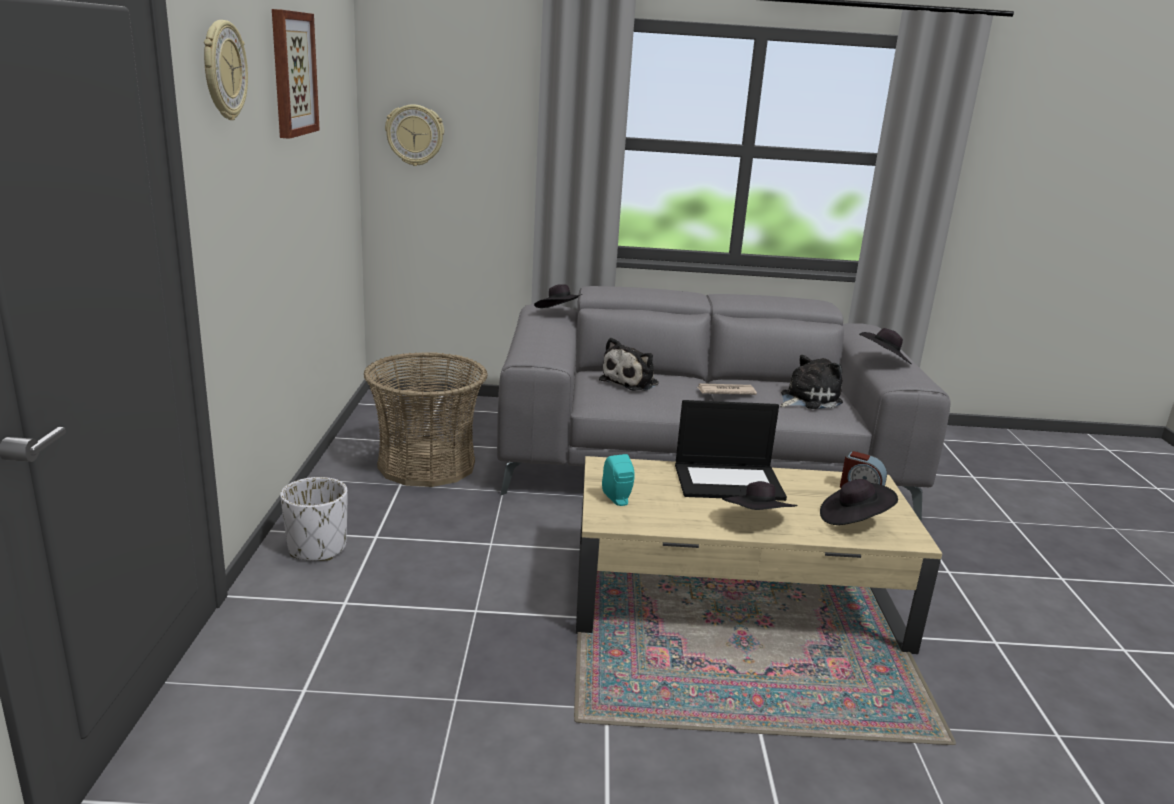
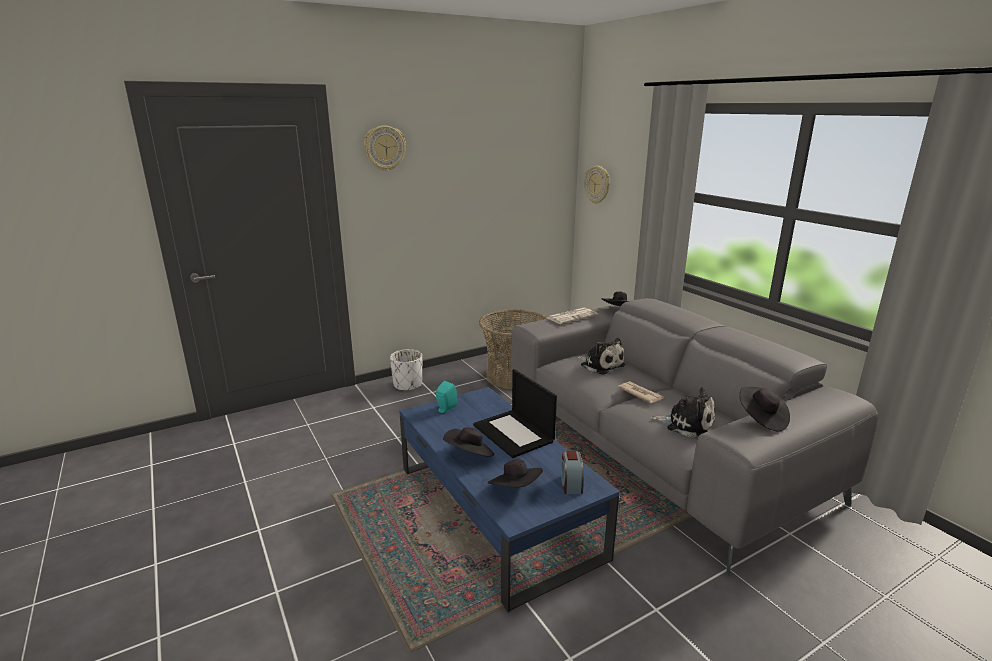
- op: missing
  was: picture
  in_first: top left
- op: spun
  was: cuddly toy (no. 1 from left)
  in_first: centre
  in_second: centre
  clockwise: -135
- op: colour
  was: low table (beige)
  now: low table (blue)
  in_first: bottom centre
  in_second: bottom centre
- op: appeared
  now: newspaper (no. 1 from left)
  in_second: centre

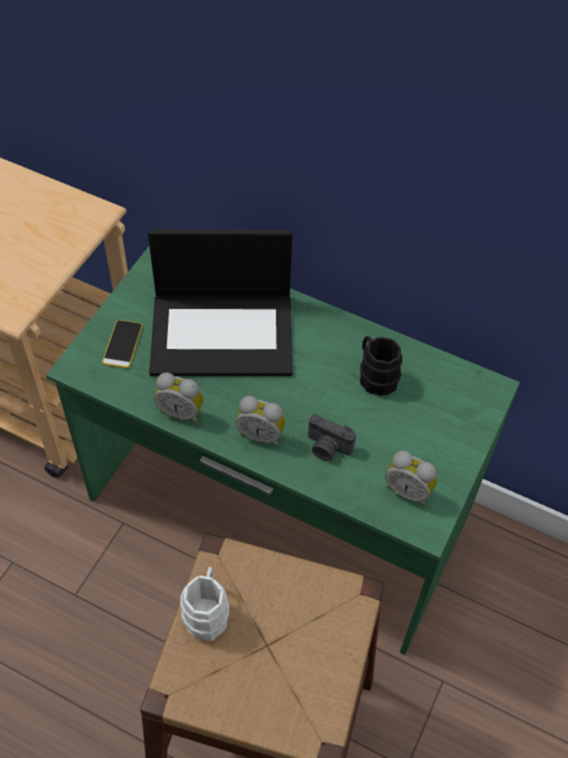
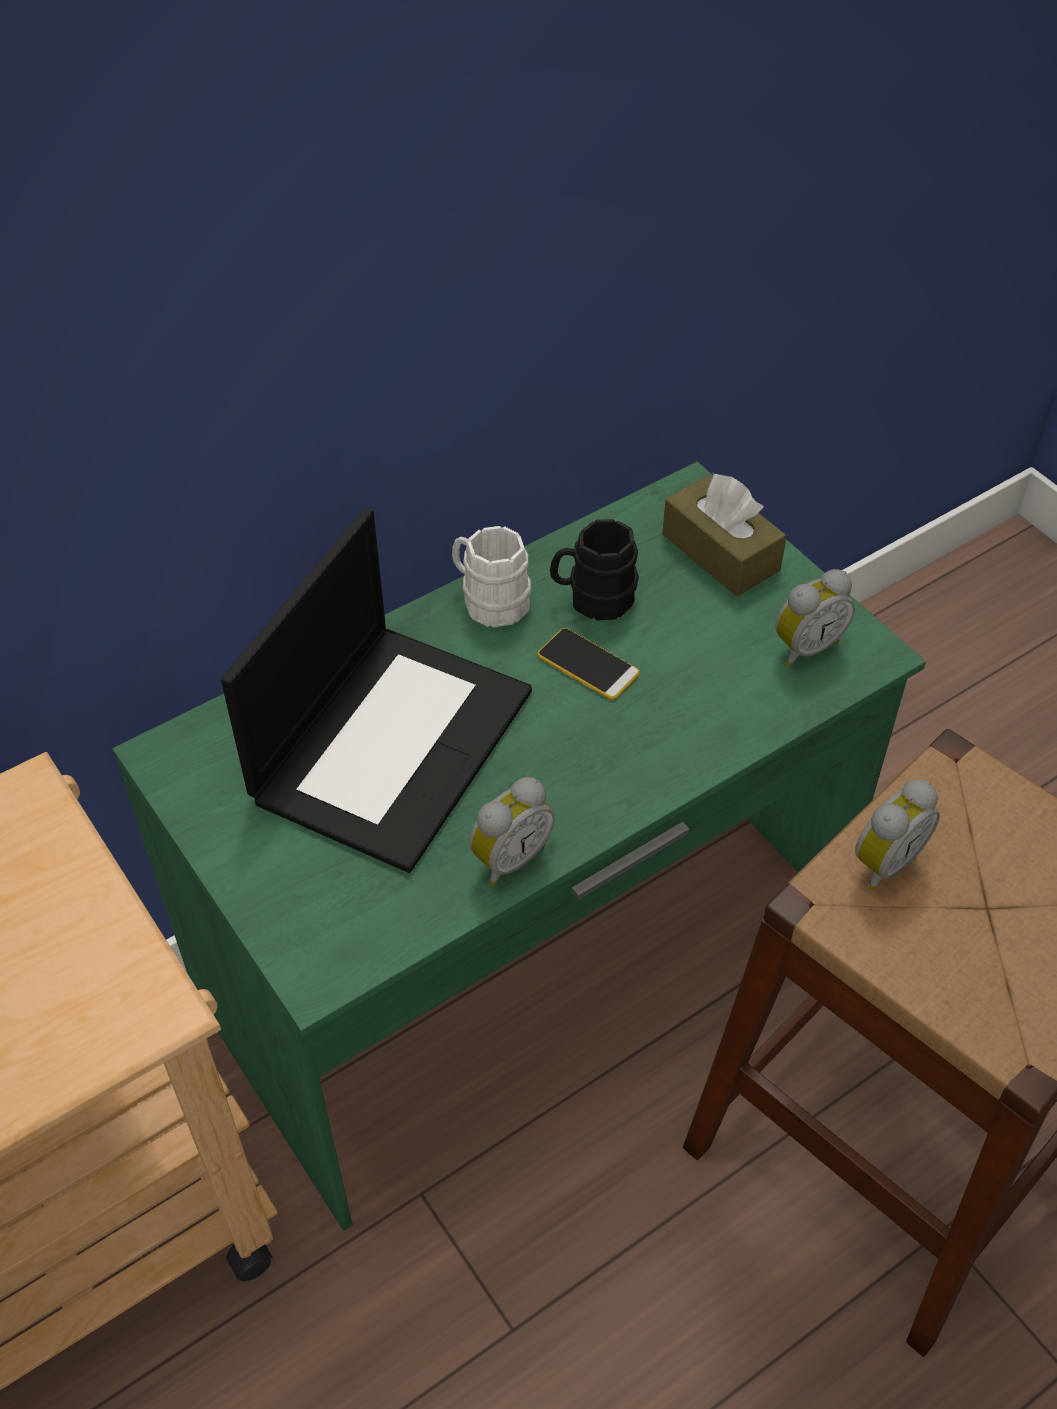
- op: relocated
  was: telephone
  in_first: middle left
  in_second: centre
- op: relocated
  was: table clock (no. 2 from left in the first image)
  now: table clock (no. 3 from left)
  in_first: centre
  in_second: middle right
- op: missing
  was: still camera
  in_first: centre
- op: relocated
  was: coffee mug (white-coloured)
  in_first: bottom centre
  in_second: centre
- op: appeared
  now: box of tissues (brown-coloured)
  in_second: middle right

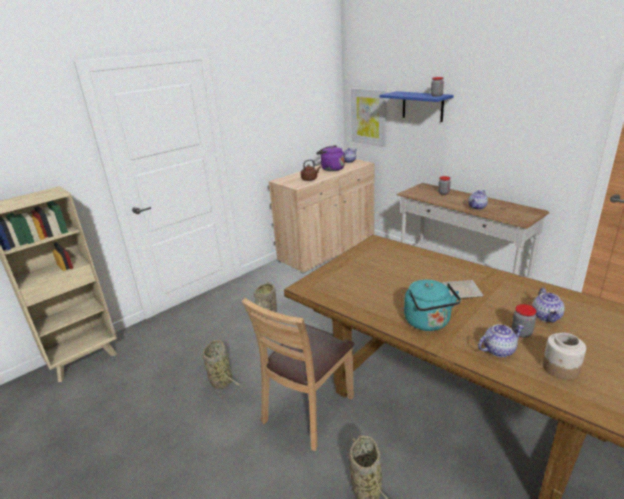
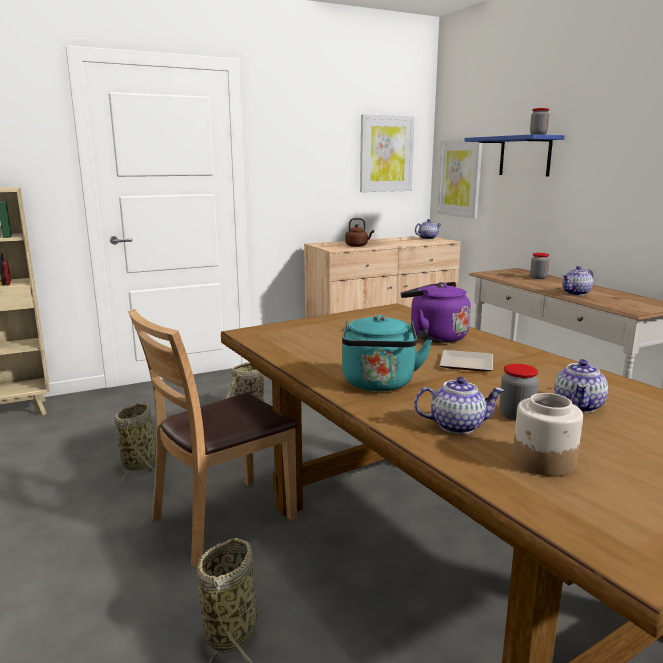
- op: relocated
  was: tea kettle (purplish)
  in_first: top centre
  in_second: centre
- op: appeared
  now: picture (no. 1 from left)
  in_second: top centre

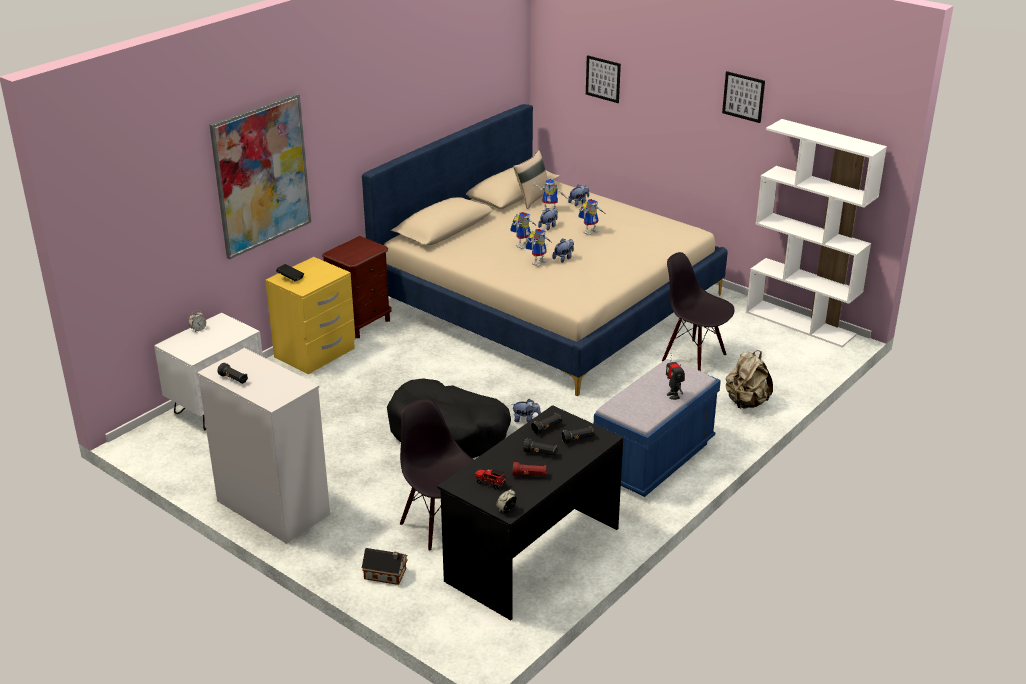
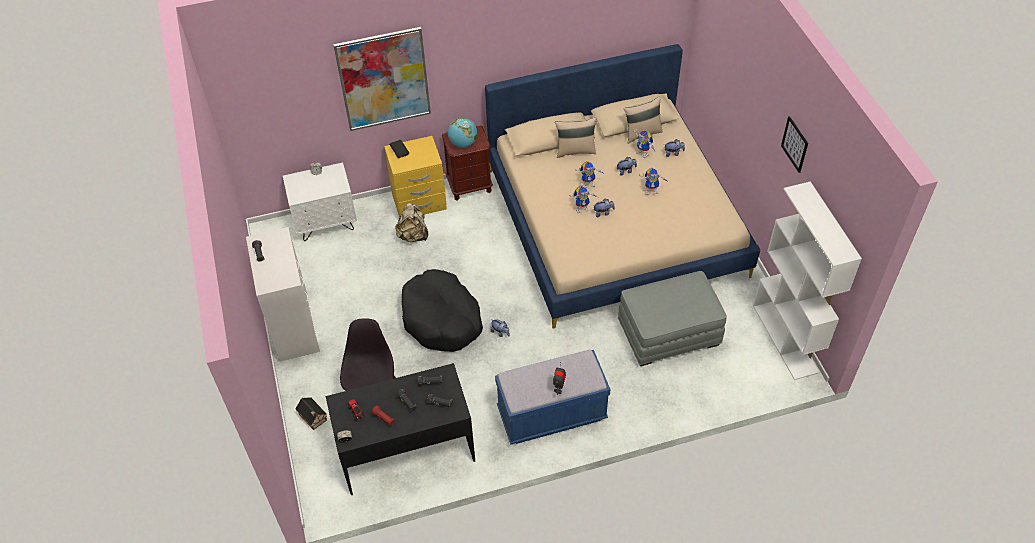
- op: missing
  was: picture (no. 2 from left)
  in_first: top centre
- op: exchanged
  was: chair (blackish) (no. 2 from left)
  now: pouffe (greyish)
  in_first: middle right
  in_second: centre
- op: relocated
  was: backpack (beige)
  in_first: middle right
  in_second: centre
- op: appeared
  now: cushion (beige) (no. 1 from left)
  in_second: top centre
- op: appeared
  now: globe
  in_second: top centre

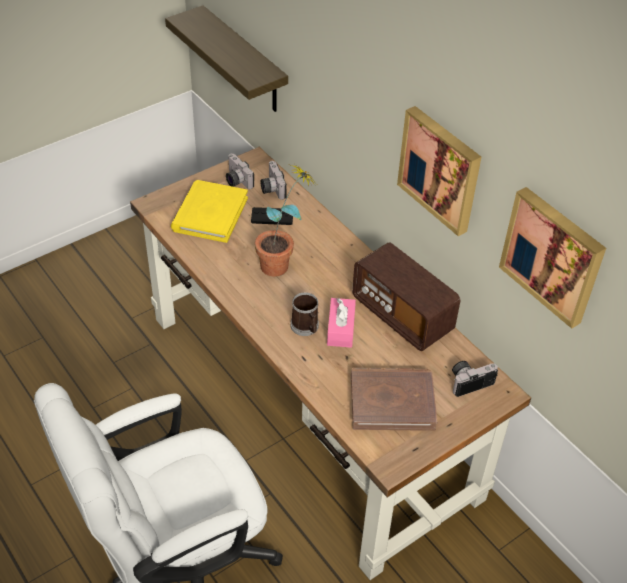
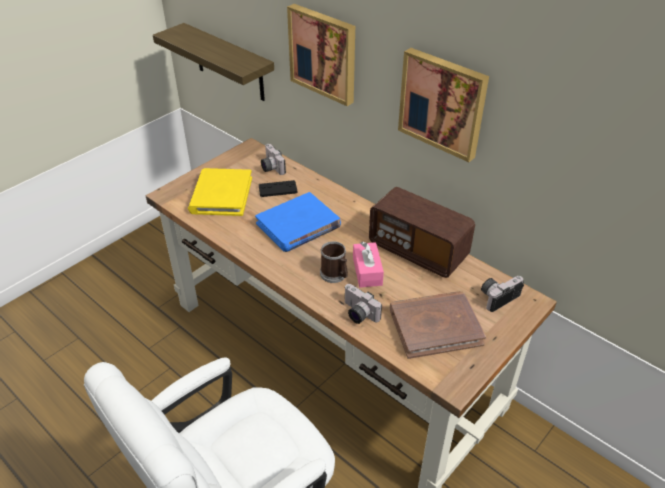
- op: relocated
  was: still camera (no. 1 from left in the first image)
  now: still camera (no. 2 from left)
  in_first: top centre
  in_second: centre
- op: exchanged
  was: plant in a pot
  now: book (blue)
  in_first: centre
  in_second: centre
- op: relocated
  was: picture (no. 2 from left in the first image)
  now: picture (no. 1 from left)
  in_first: middle right
  in_second: top centre

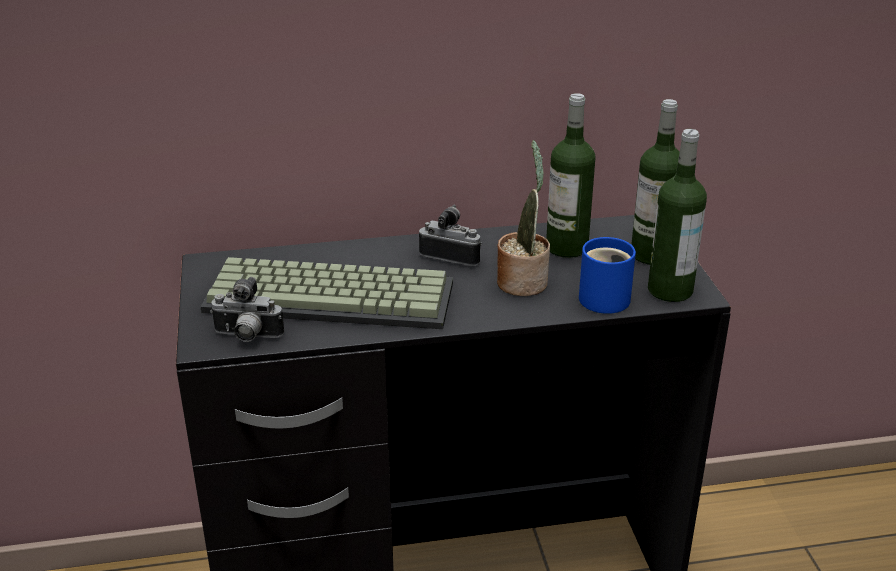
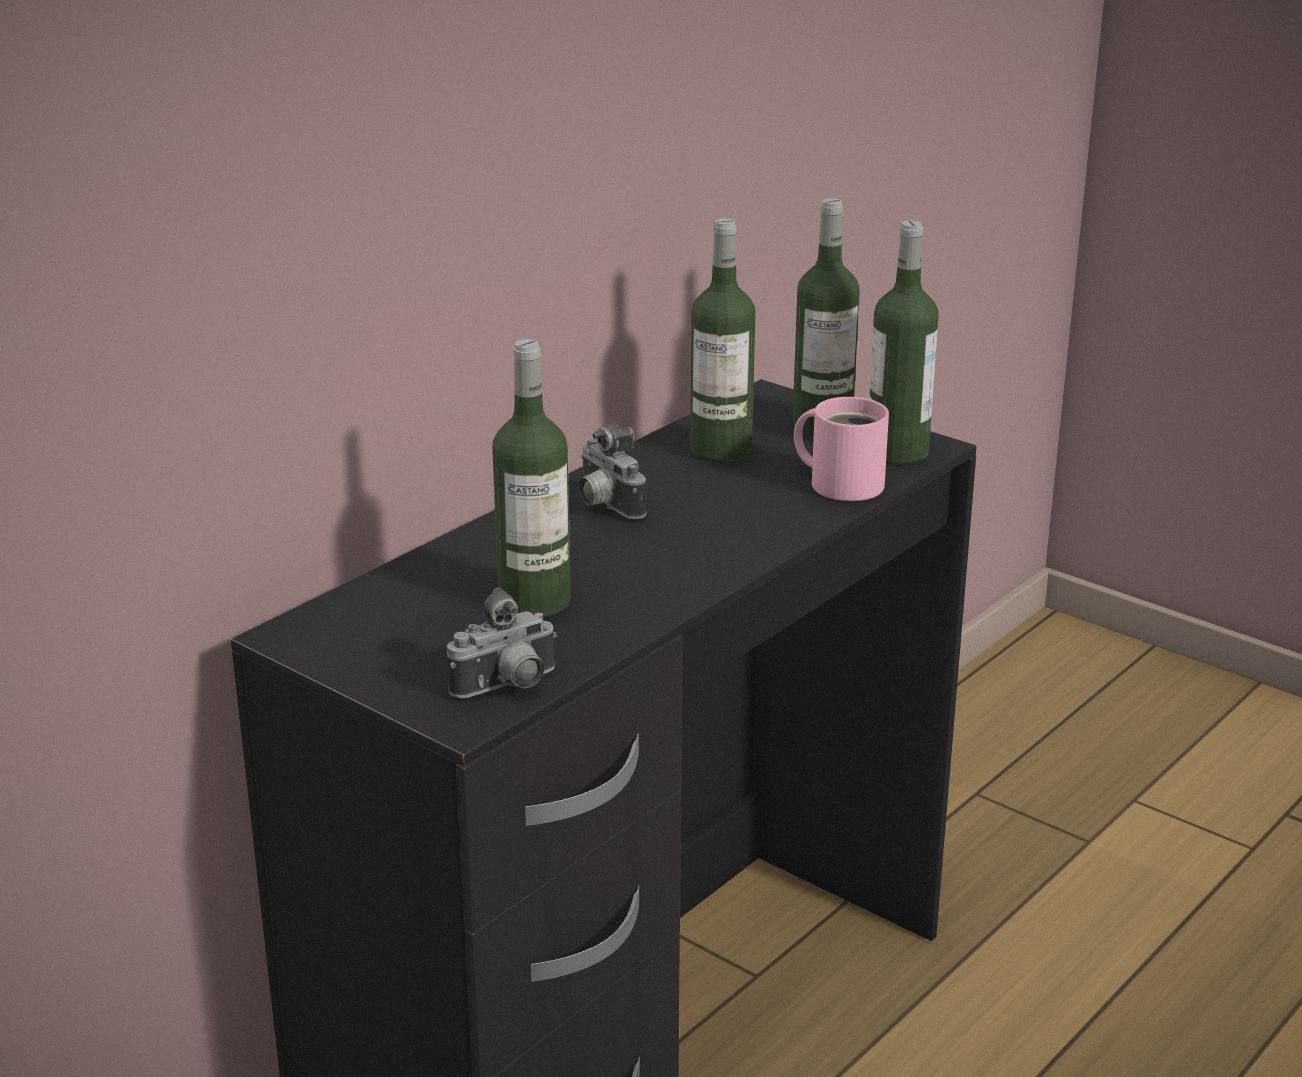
- op: missing
  was: plant in a pot
  in_first: centre
- op: spun
  was: still camera (no. 2 from left)
  in_first: centre
  in_second: centre
  clockwise: -105
- op: colour
  was: coffee mug (blue)
  now: coffee mug (pink-coloured)
  in_first: middle right
  in_second: centre
- op: exchanged
  was: keyboard
  now: drink bottle (no. 1 from left)
  in_first: centre
  in_second: centre

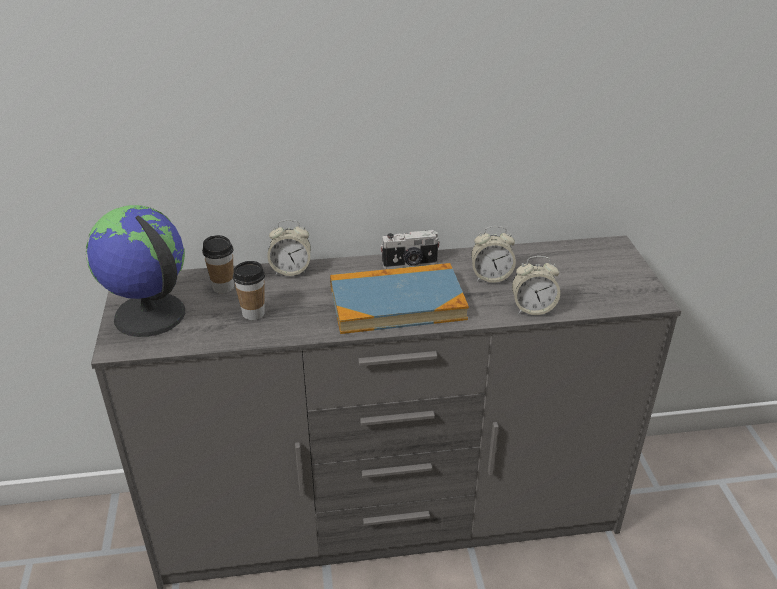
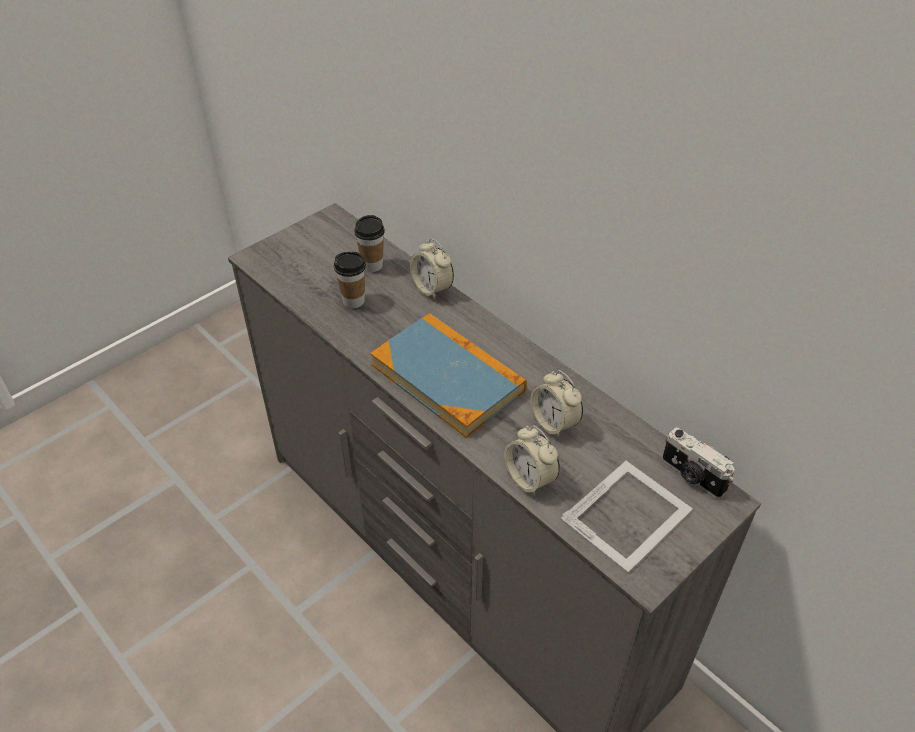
- op: missing
  was: globe
  in_first: middle left
- op: relocated
  was: still camera
  in_first: centre
  in_second: middle right
- op: appeared
  now: photo frame
  in_second: bottom right

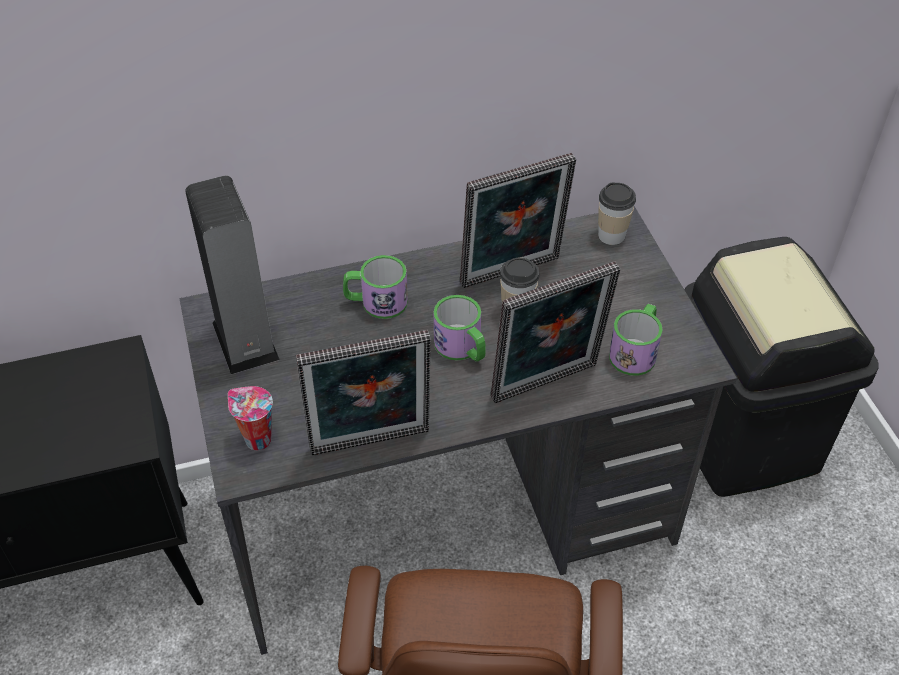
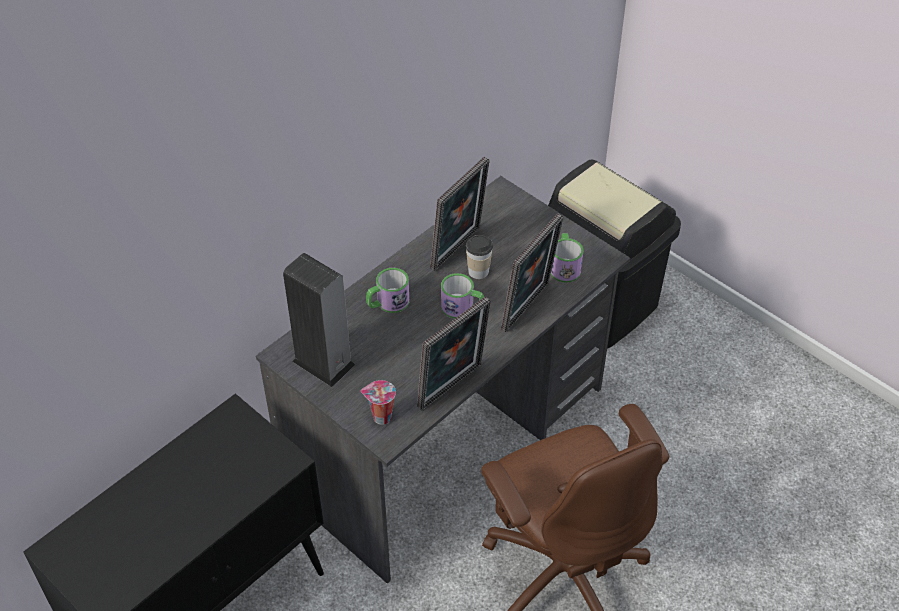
- op: missing
  was: cup (no. 3 from left)
  in_first: top right

